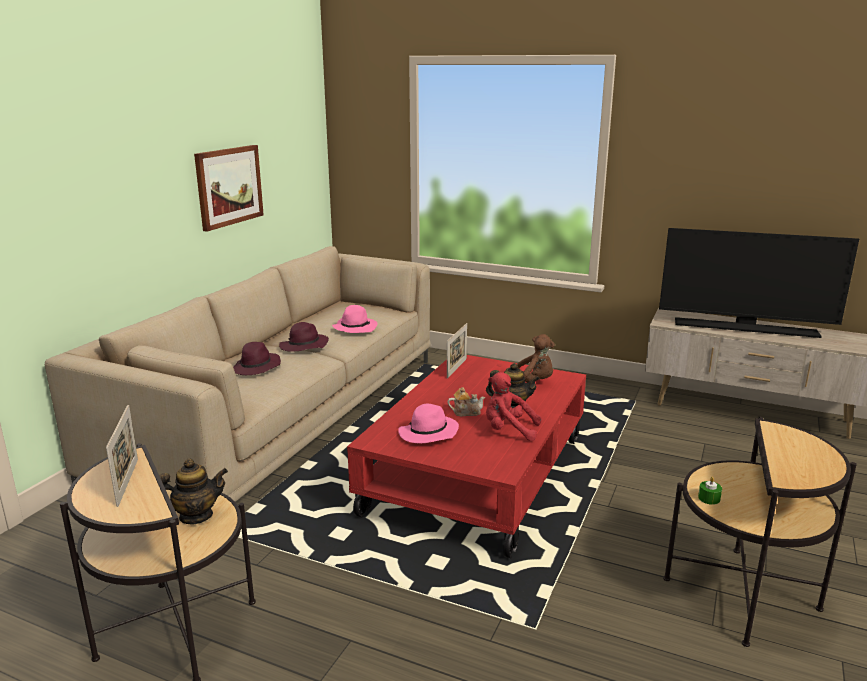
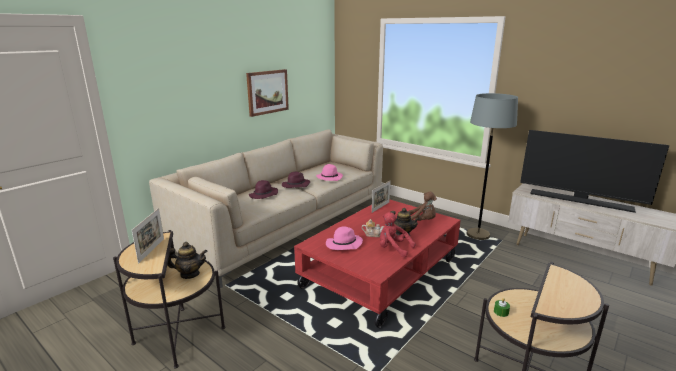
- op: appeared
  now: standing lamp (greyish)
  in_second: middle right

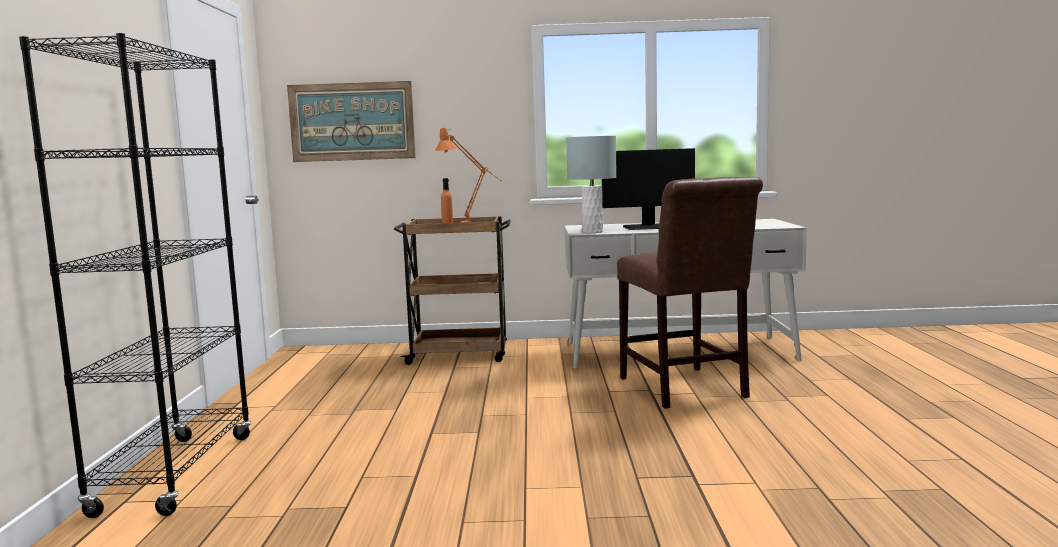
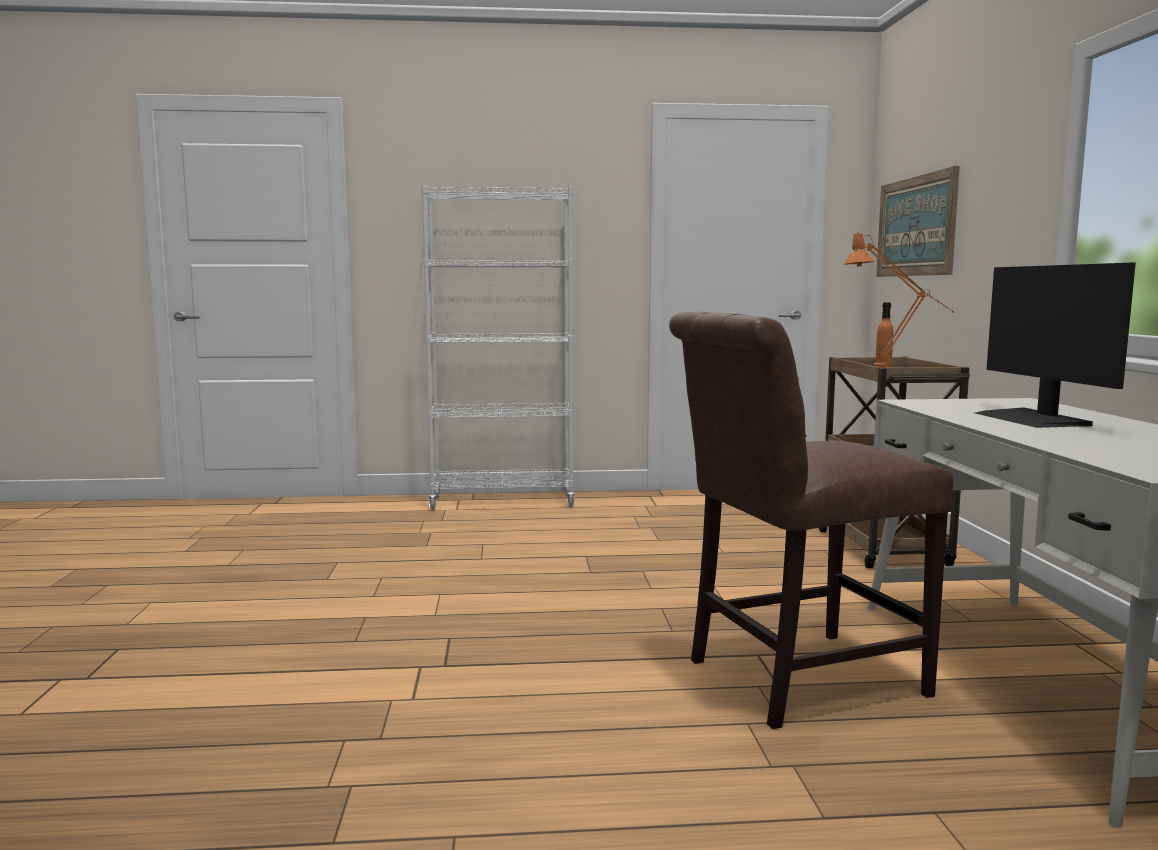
- op: colour
  was: bookcase (blackish)
  now: bookcase (white-coloured)
  in_first: middle left
  in_second: centre
- op: missing
  was: tabletop lamp (greyish)
  in_first: centre

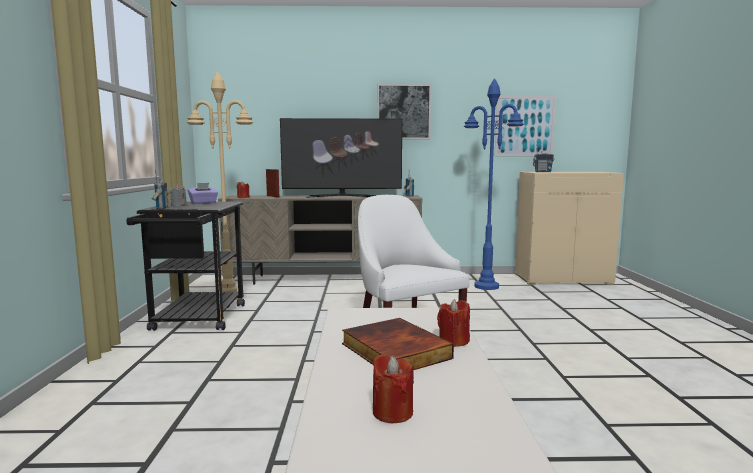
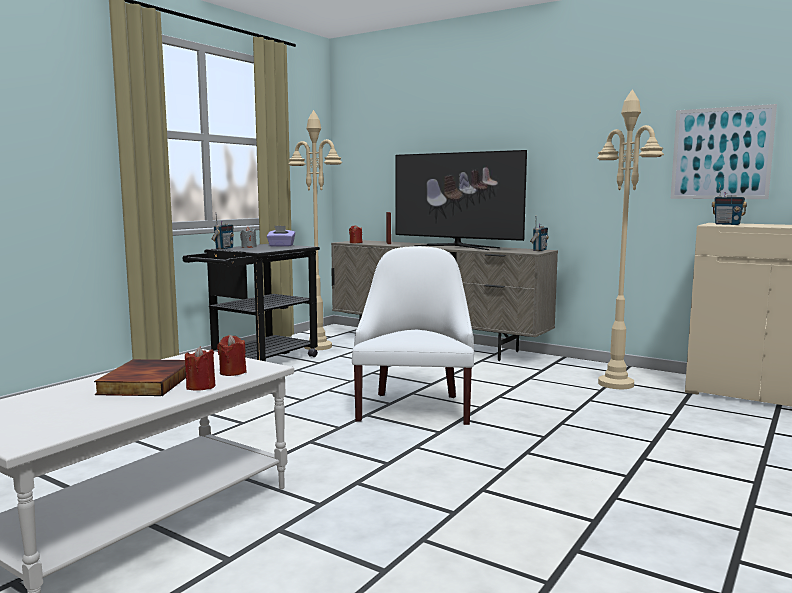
- op: colour
  was: standing lamp (blue)
  now: standing lamp (beige) (no. 2 from left)
  in_first: centre
  in_second: middle right
- op: missing
  was: picture (no. 1 from left)
  in_first: top centre
- op: relocated
  was: wax light (reddish) (no. 2 from left)
  in_first: bottom centre
  in_second: middle left

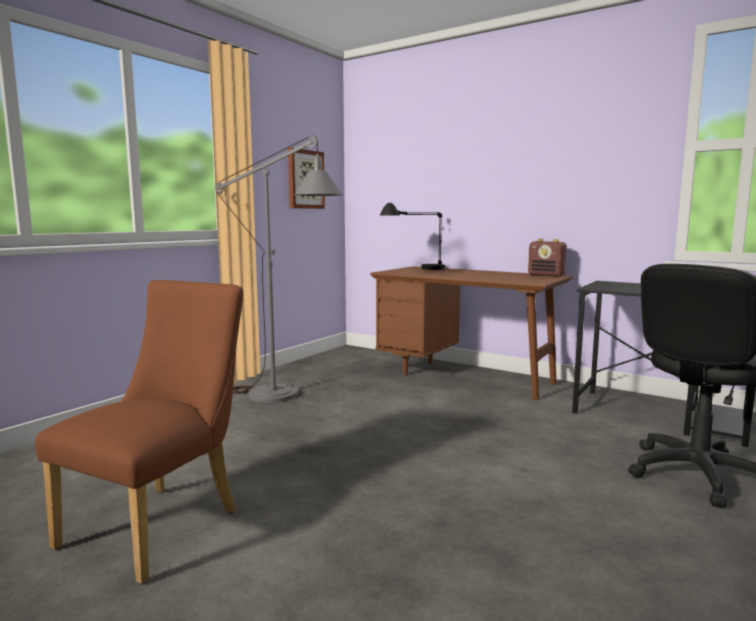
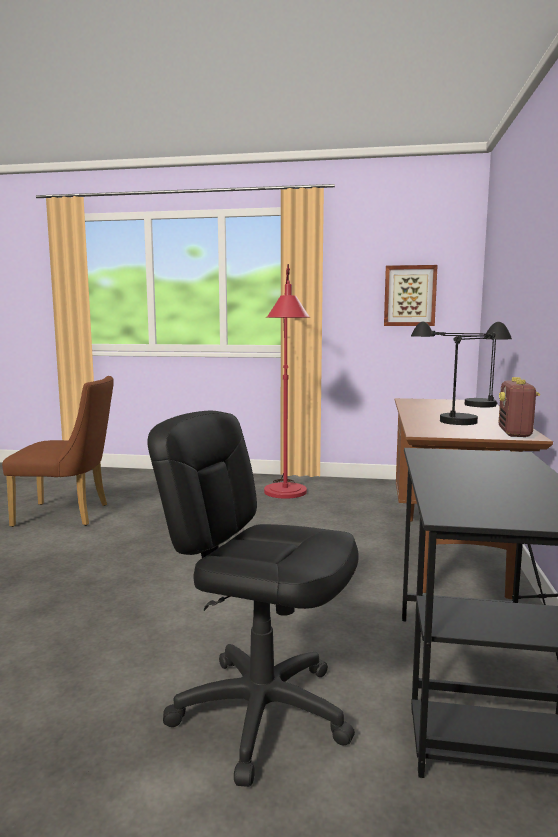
- op: colour
  was: standing lamp (greyish)
  now: standing lamp (reddish)
  in_first: centre
  in_second: centre
- op: appeared
  now: tabletop lamp (blackish) (no. 2 from left)
  in_second: middle right

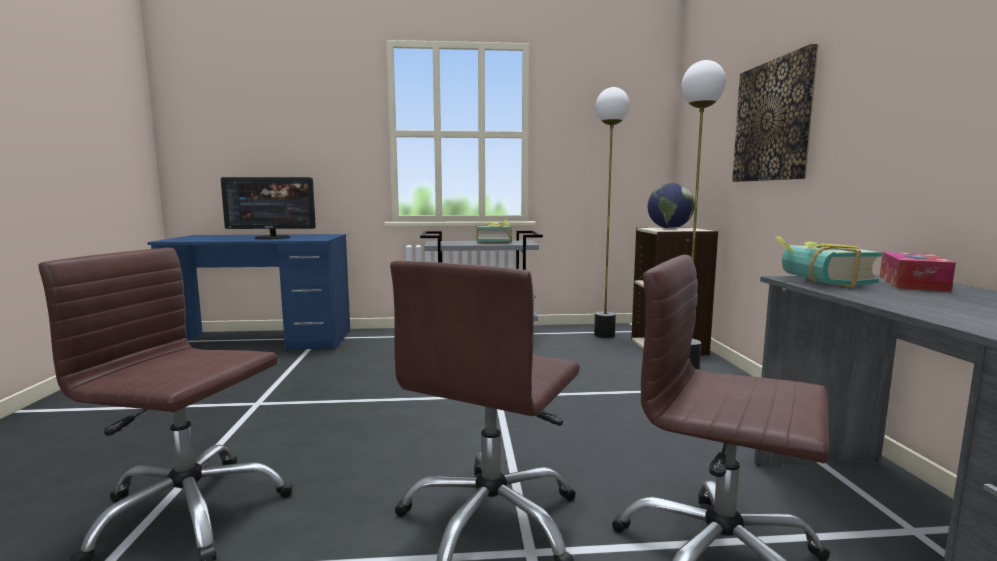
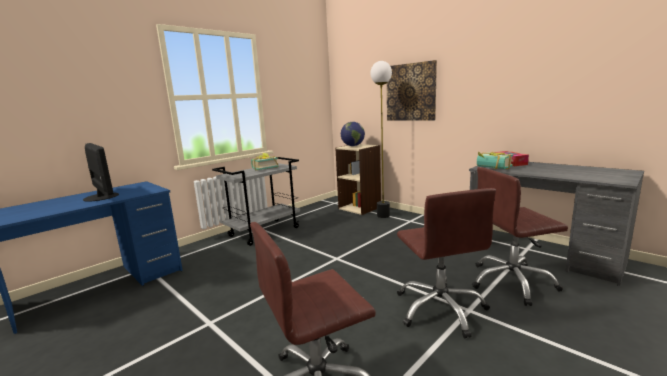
- op: missing
  was: standing lamp (no. 1 from left)
  in_first: centre
- op: spun
  was: computer display
  in_first: middle left
  in_second: middle left
  clockwise: -90

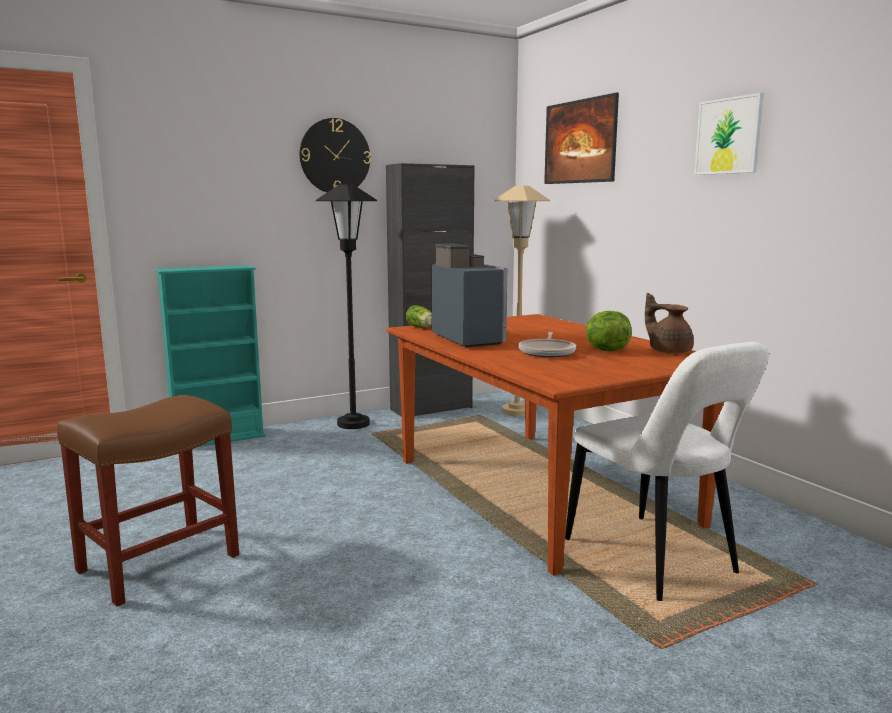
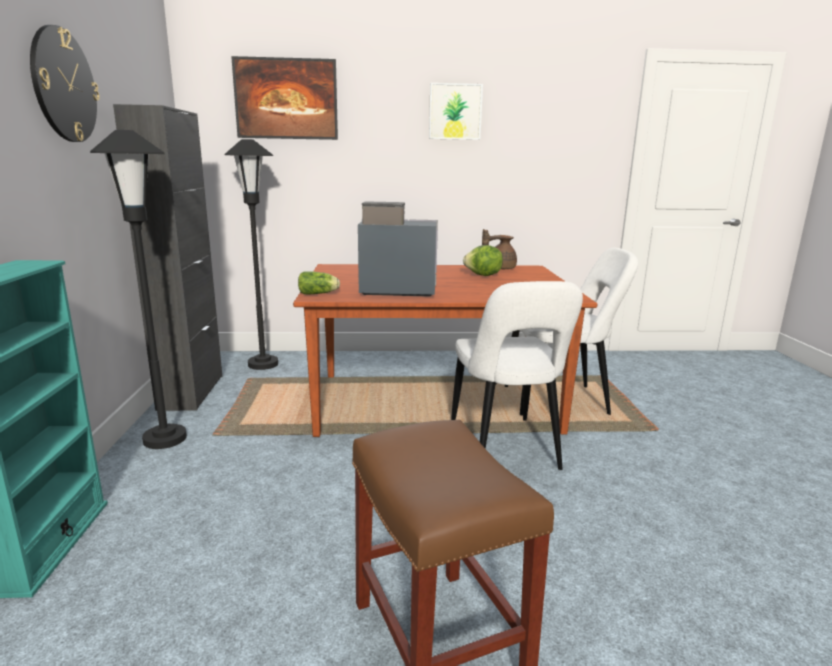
- op: colour
  was: standing lamp (beige)
  now: standing lamp (blackish) (no. 2 from left)
  in_first: centre
  in_second: middle left
- op: missing
  was: frying pan
  in_first: centre
- op: appeared
  now: chair (white-coloured) (no. 1 from left)
  in_second: centre

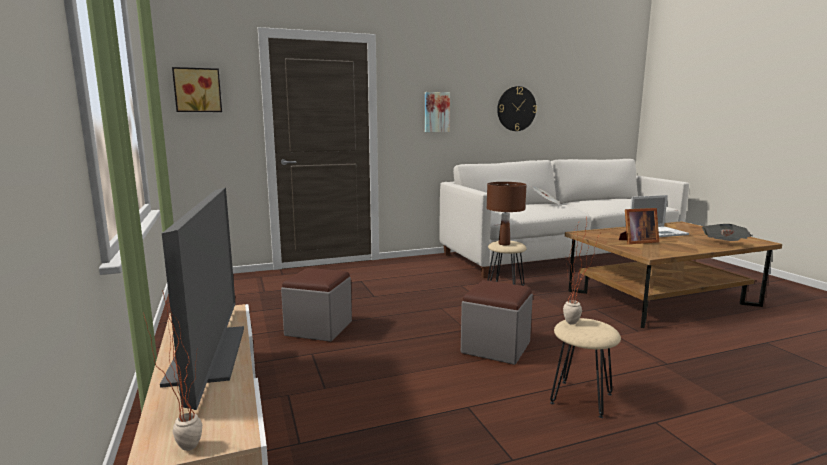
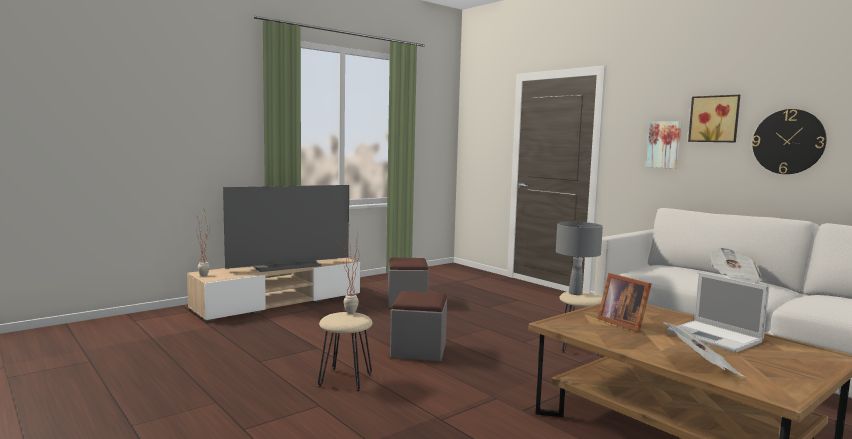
- op: relocated
  was: picture (no. 1 from left in the first image)
  now: picture (no. 2 from left)
  in_first: top left
  in_second: top right
- op: colour
  was: tabletop lamp (brown-coloured)
  now: tabletop lamp (greyish)
  in_first: centre
  in_second: middle right

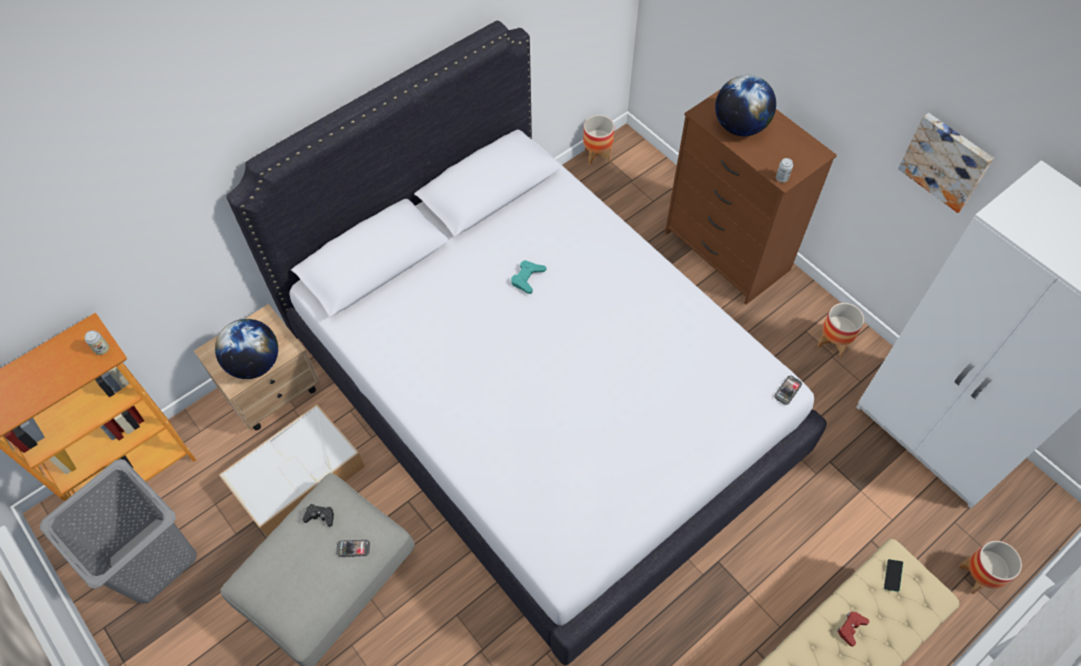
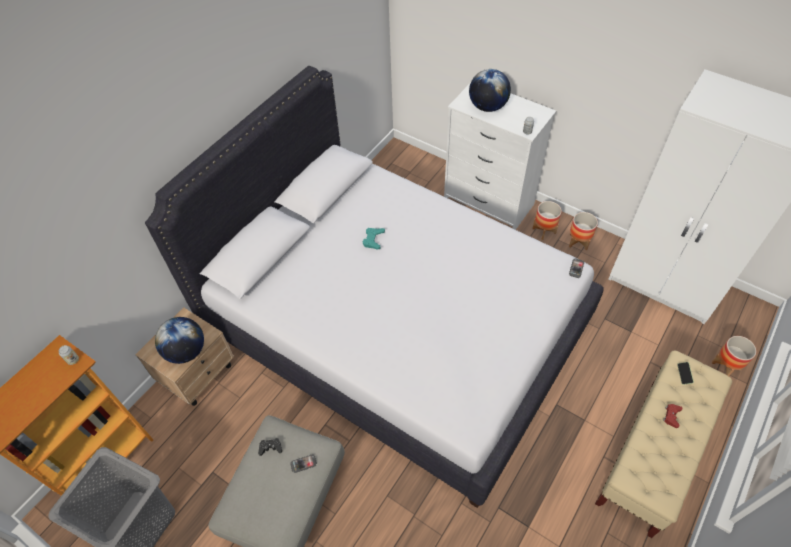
- op: colour
  was: chest of drawers (brown-coloured)
  now: chest of drawers (white-coloured)
  in_first: top right
  in_second: top centre
- op: missing
  was: picture
  in_first: top right
- op: relocated
  was: flower pot (no. 1 from left)
  in_first: top centre
  in_second: middle right
- op: missing
  was: storage bin
  in_first: bottom left

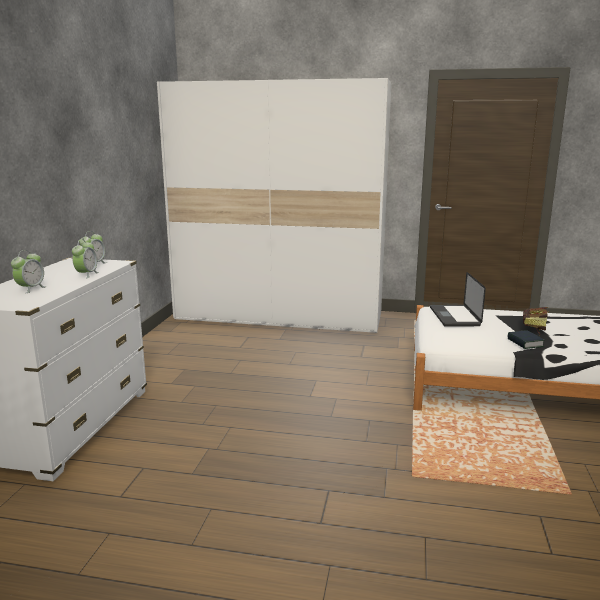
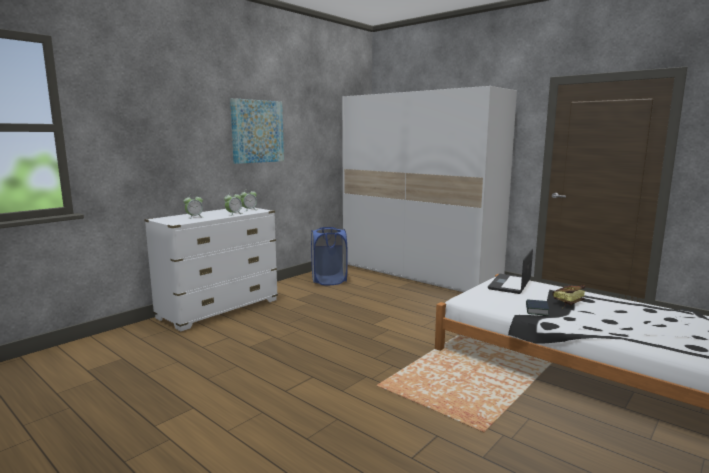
- op: appeared
  now: picture
  in_second: top centre
- op: appeared
  now: hamper (blue)
  in_second: centre

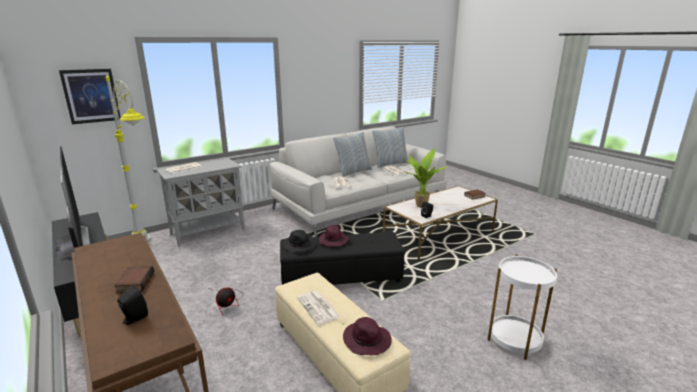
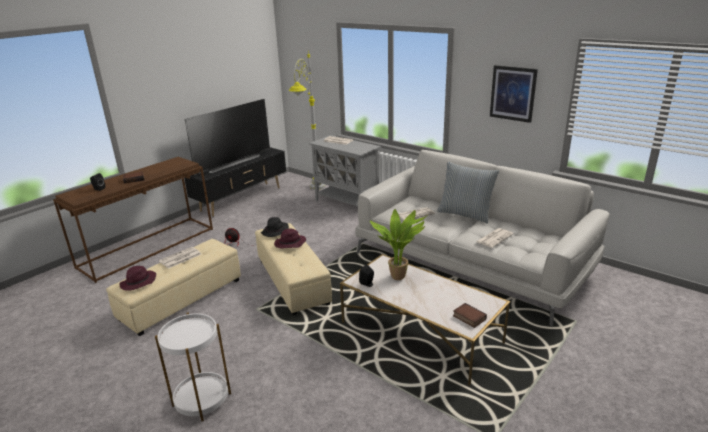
- op: relocated
  was: picture
  in_first: top left
  in_second: top right
- op: missing
  was: cushion (no. 2 from left)
  in_first: centre
- op: colour
  was: pouffe (blackish)
  now: pouffe (beige) (no. 2 from left)
  in_first: centre
  in_second: centre

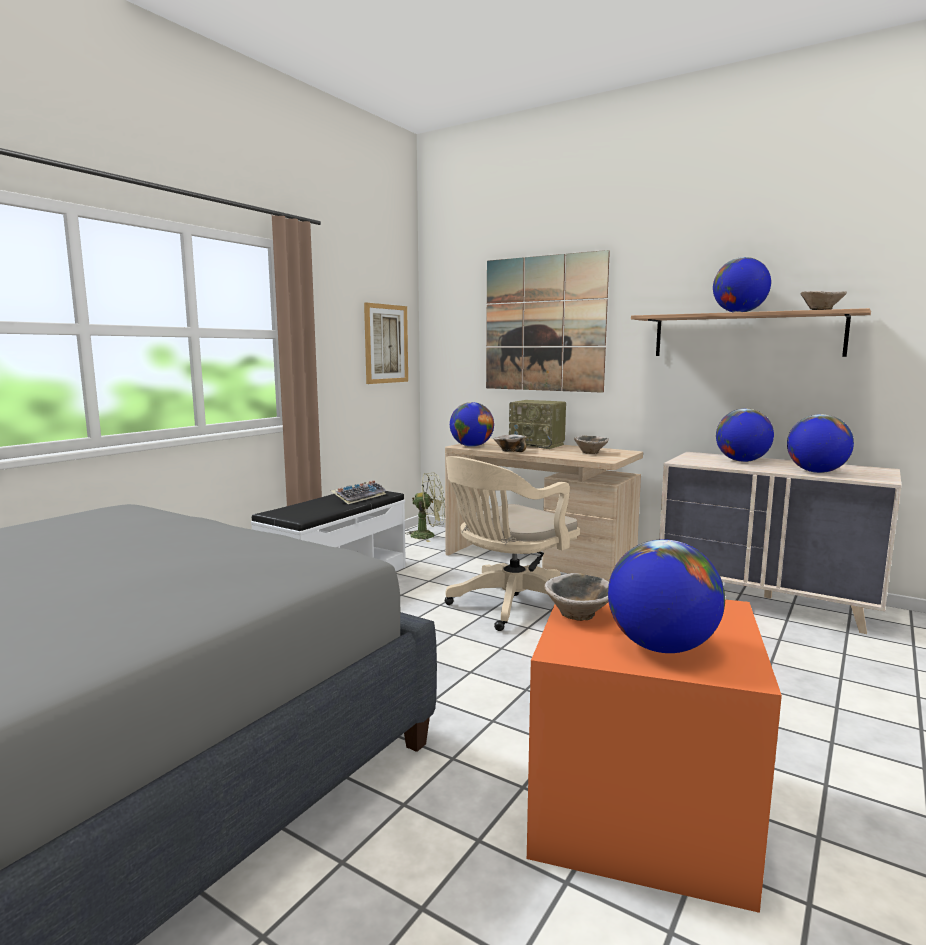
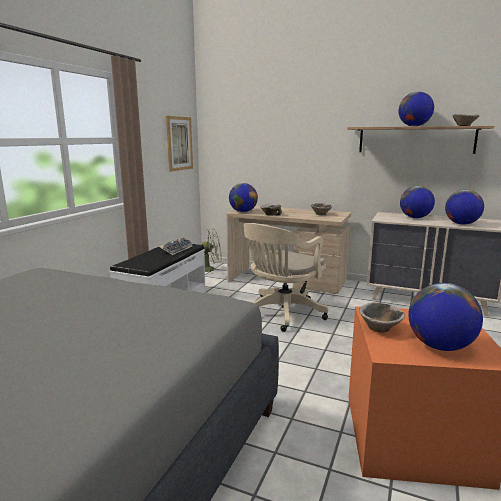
- op: missing
  was: picture (no. 2 from left)
  in_first: centre
- op: missing
  was: radio set
  in_first: centre

